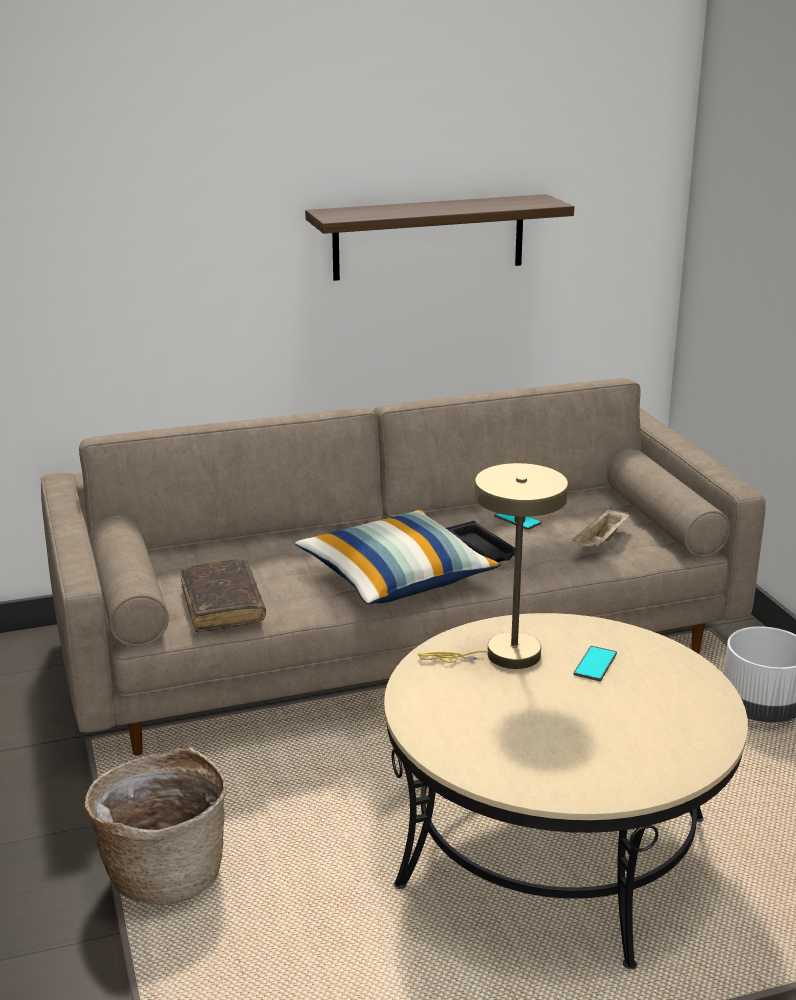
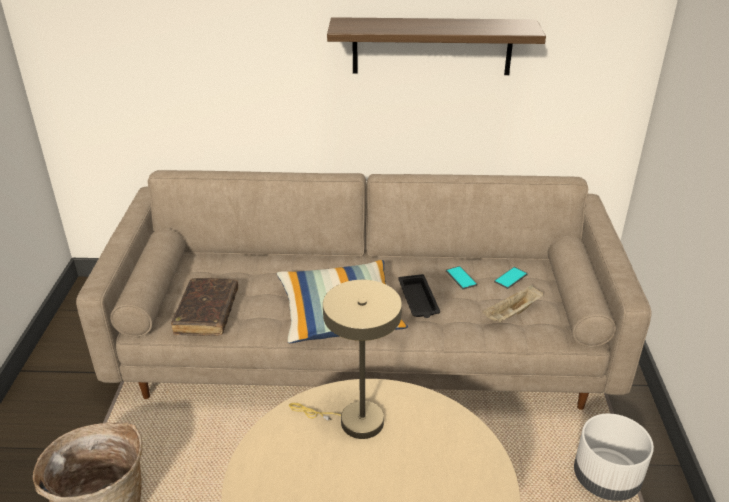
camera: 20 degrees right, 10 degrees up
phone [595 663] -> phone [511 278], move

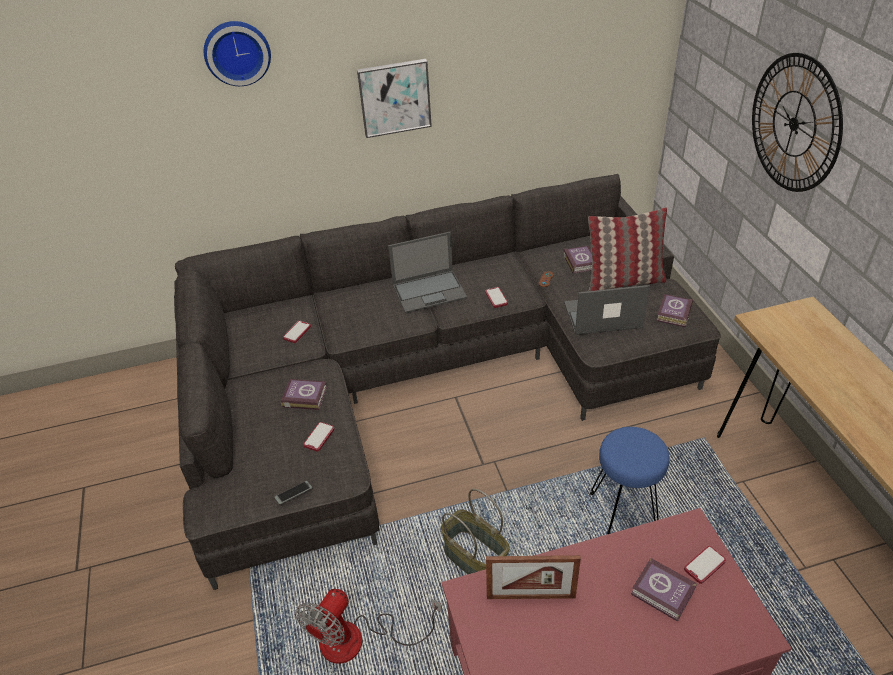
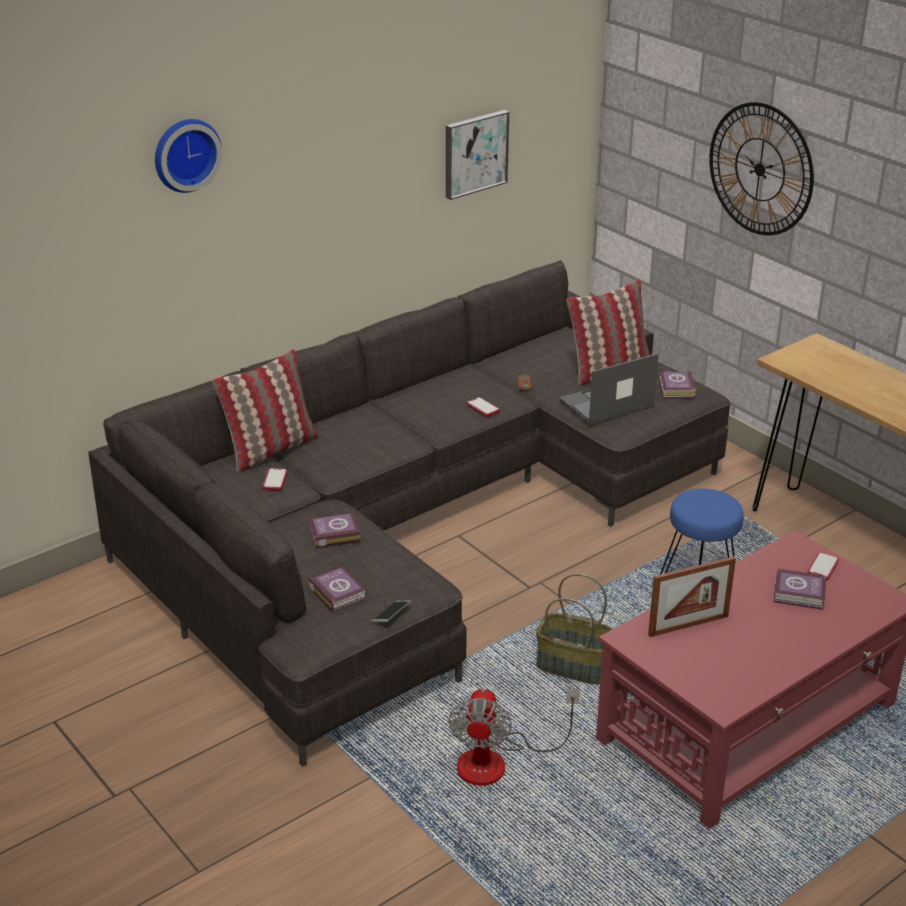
camera: 25 degrees left, 10 degrees down
none -> pillow [265 411]
book [577 260] -> book [337 589], move
picture [394 98] -> picture [477 155], move
phone [319 437] -> none
laptop [427 272] -> none

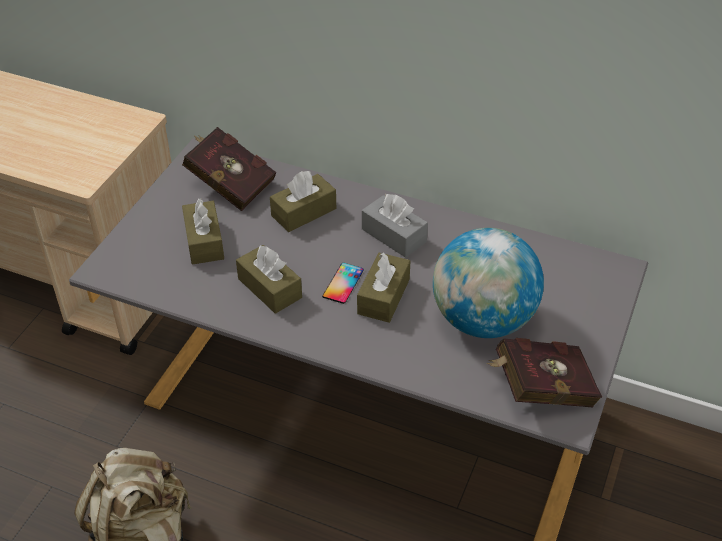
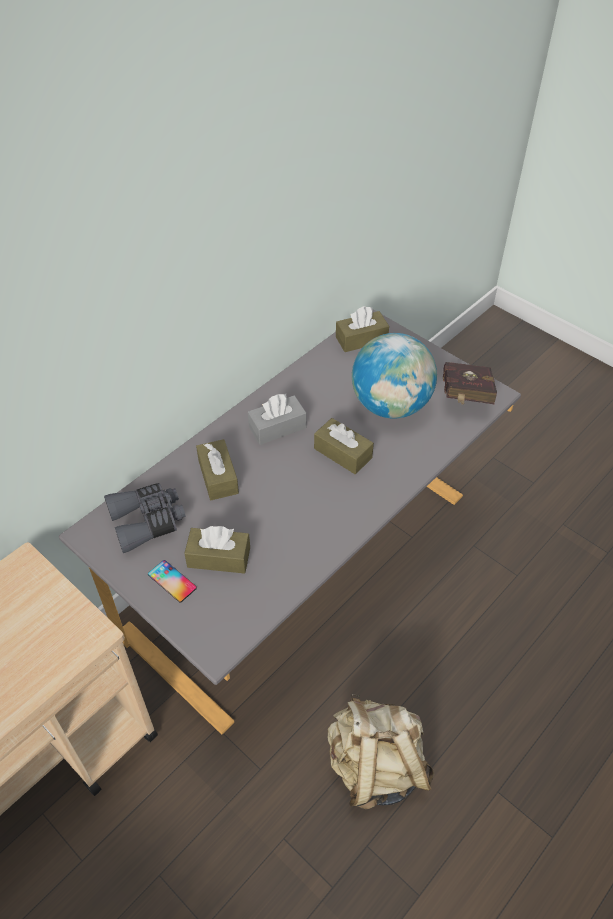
camera: 70 degrees left, 5 degrees up
red book [229 169] -> grey binoculars [145 518]
phone [343 283] -> phone [172 581], move
brown tissue box [269 279] -> brown tissue box [362 329], move

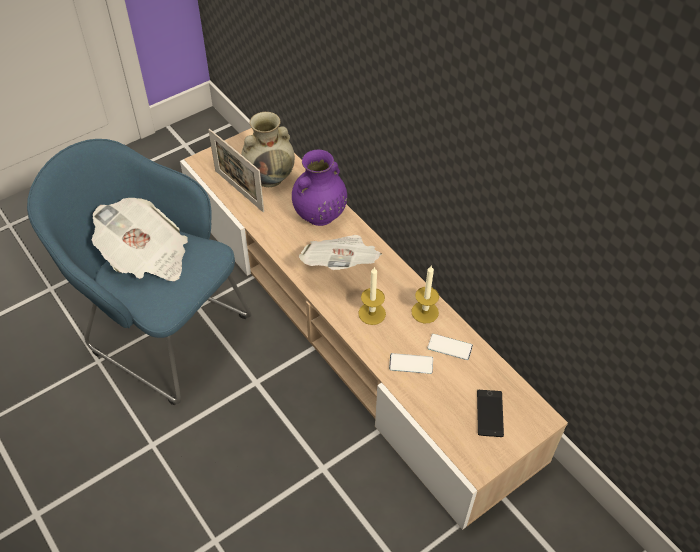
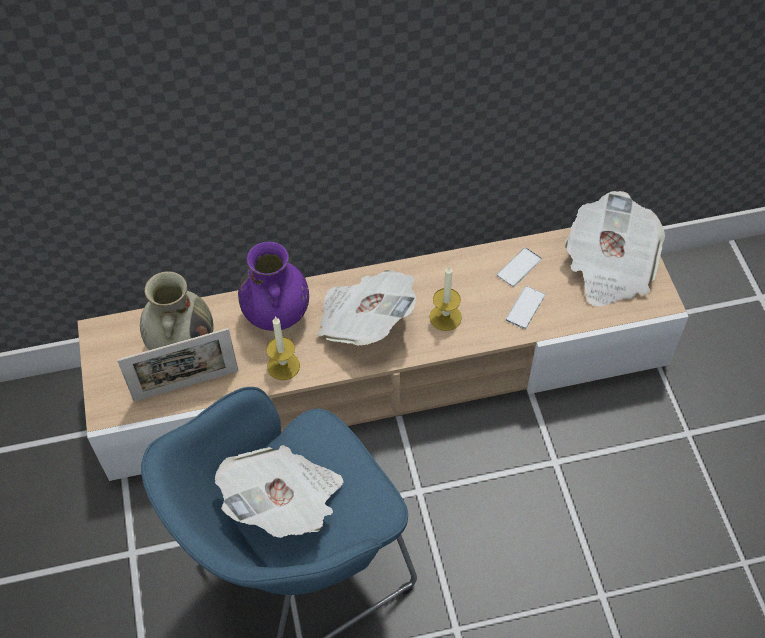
camera: 65 degrees left, 5 degrees up
candle [425 294] -> candle [283 348], move
phone [490 413] -> newspaper [615 248]

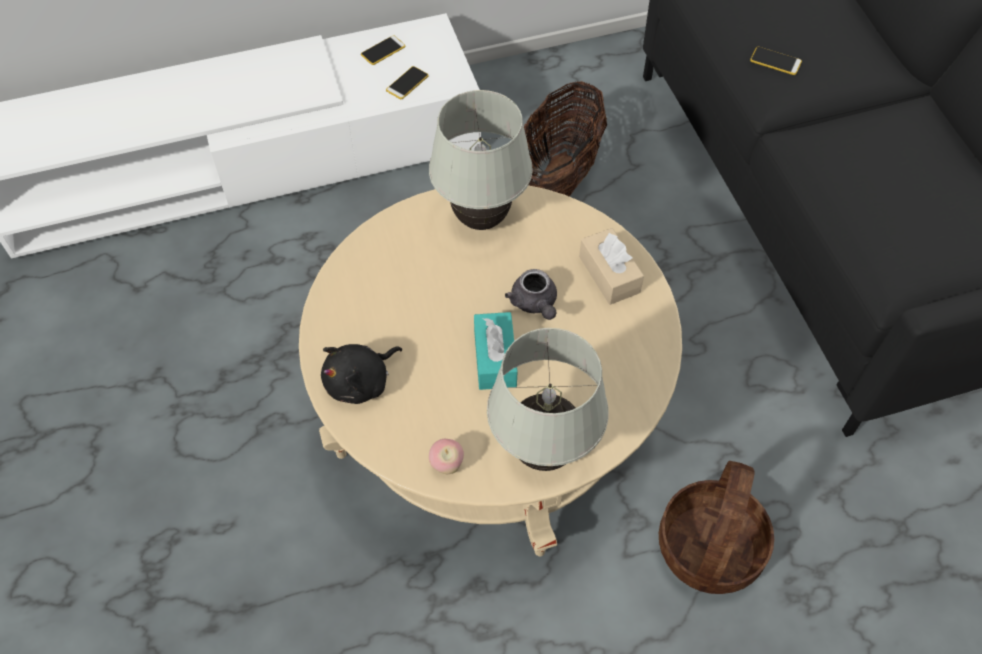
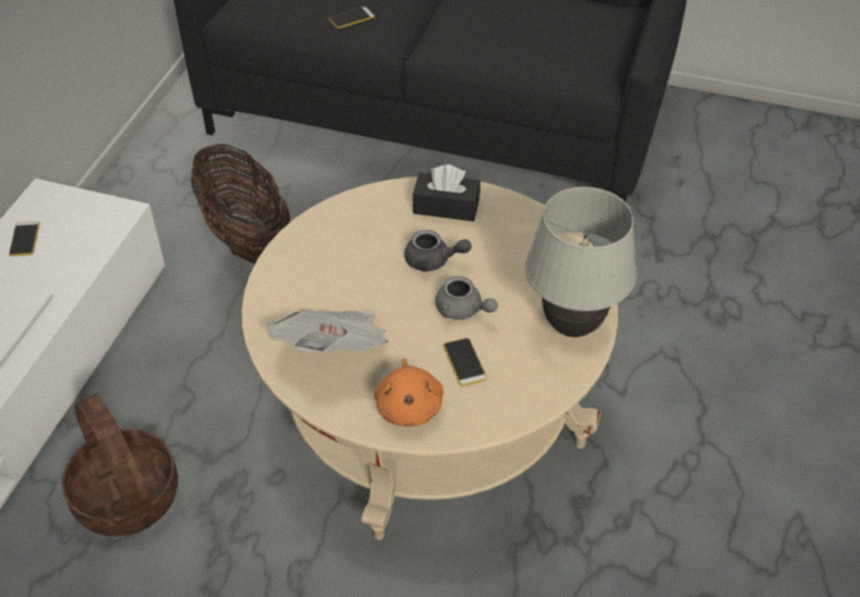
camera: 55 degrees left, 10 degrees down
basket [716 527] -> basket [120 465], move
none -> newspaper [327 330]
black plush toy [361 374] -> orange plush toy [409 392]
beige tissue box [611 266] -> black tissue box [446 192]
turquoise tissue box [496 351] -> grey teapot [466 298]
phone [407 82] -> phone [465 362], move
white table lamp [481 160] -> none
apple [446 456] -> none

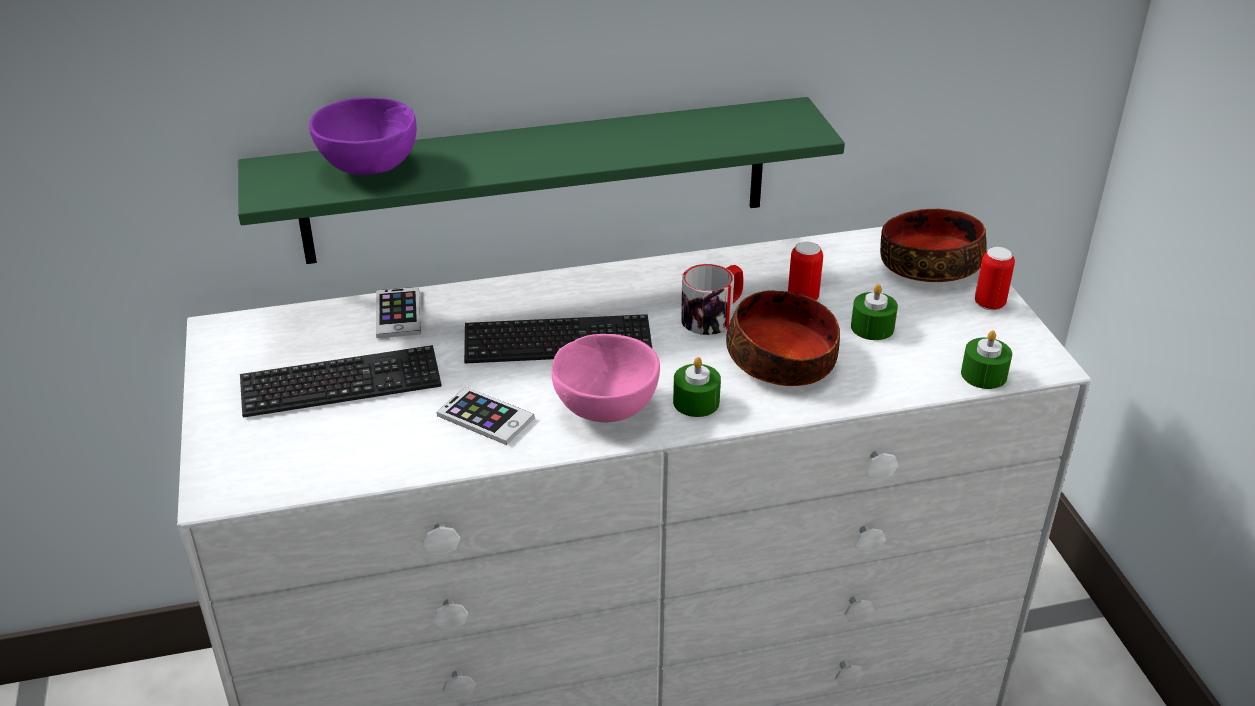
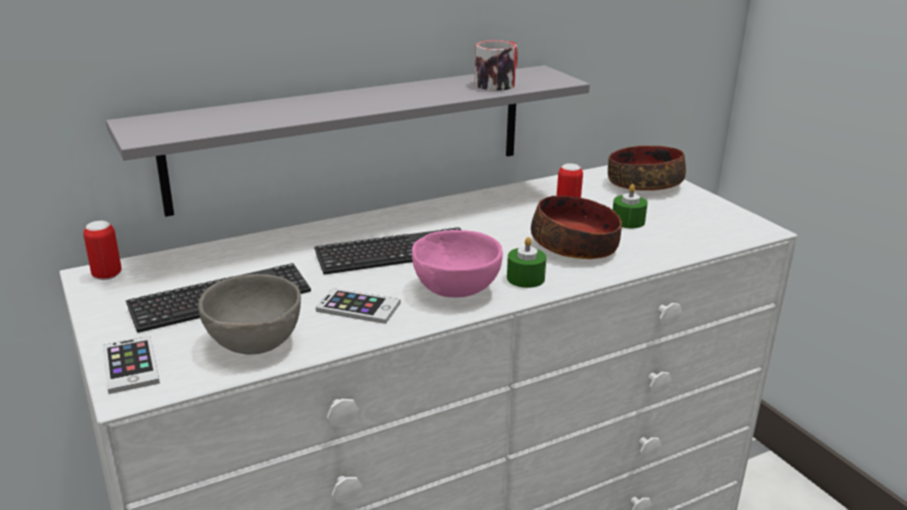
camera: 15 degrees left, 10 degrees down
can [995 278] -> can [102 250], move
phone [398 312] -> phone [131 365], move
green shelf [541 180] -> grey shelf [348 141]
none -> grey bowl [249 314]
mug [712 299] -> mug [496 65], move
purple bowl [363 136] -> none
green candle [986 359] -> none

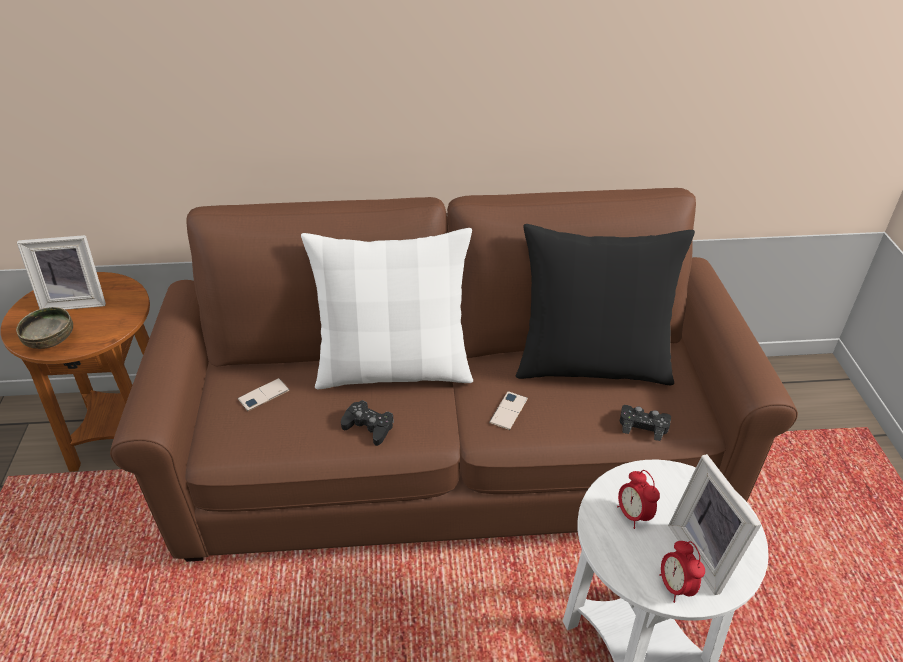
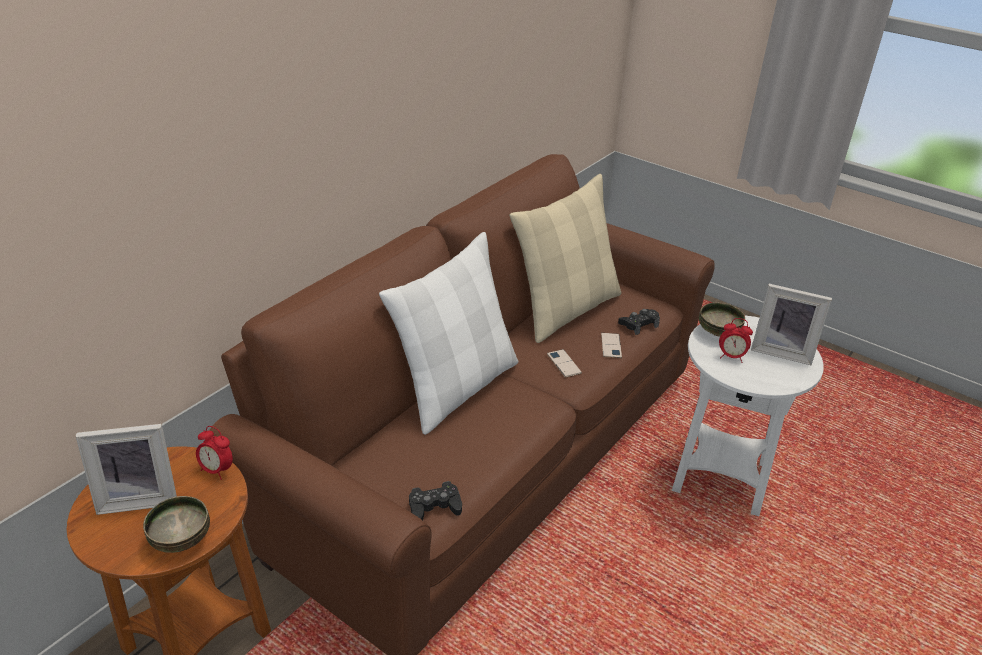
camera: 50 degrees left, 5 degrees down
picture frame [61 272] -> picture frame [126 469], 45 degrees clockwise
alarm clock [682 572] -> alarm clock [214 453], move
black game controller [367 423] -> black game controller [435 500], move
black pillow [605 304] -> beige pillow [565 258]
phone [264 394] -> phone [611 345], move
none -> bowl [722 319]

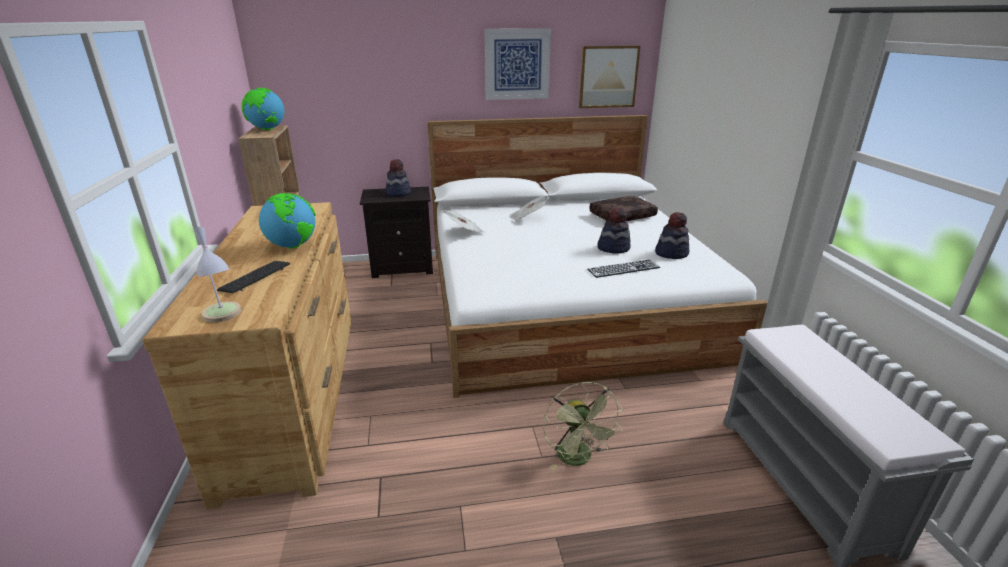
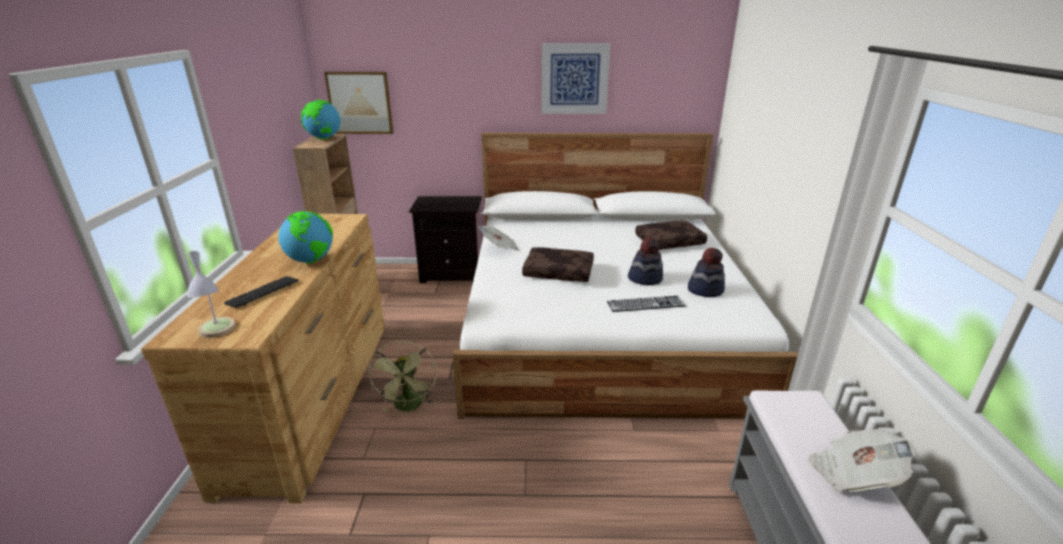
camera: 10 degrees right, 0 degrees up
picture [609 77] -> picture [359 103], move
green fan [583 426] -> green fan [402 376], move
none -> brown pillow [558 264]
newspaper [529 208] -> newspaper [862 460], move
hat [398 178] -> none

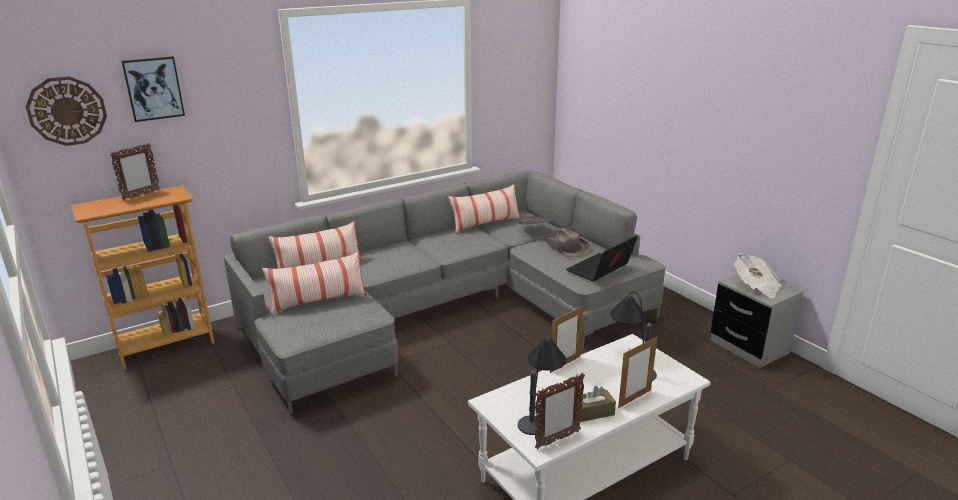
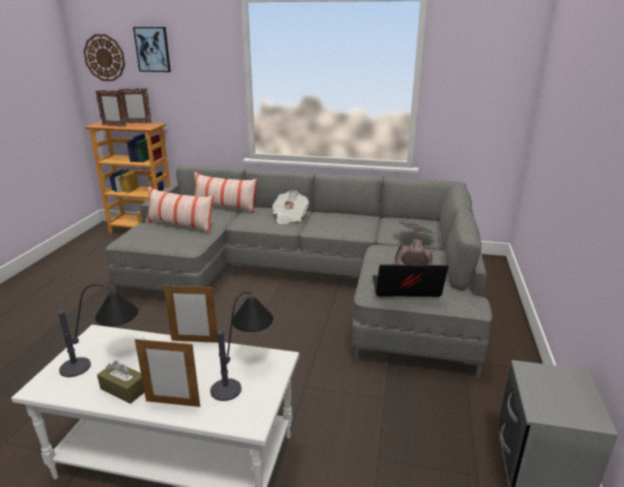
camera: 45 degrees right, 0 degrees up
picture frame [560 411] -> picture frame [110 108], move
newspaper [758 275] -> newspaper [290 207], move
pillow [484 209] -> none

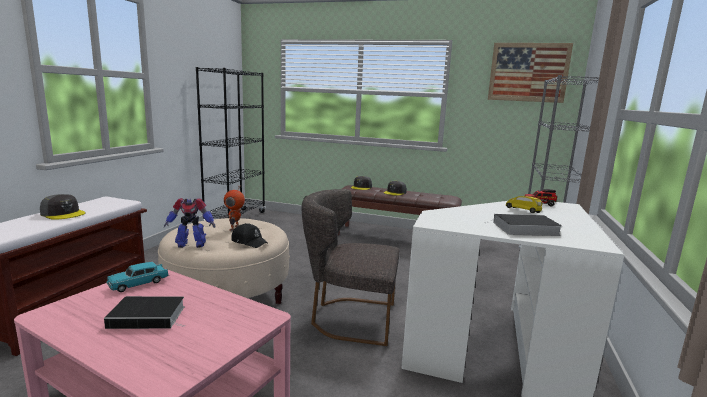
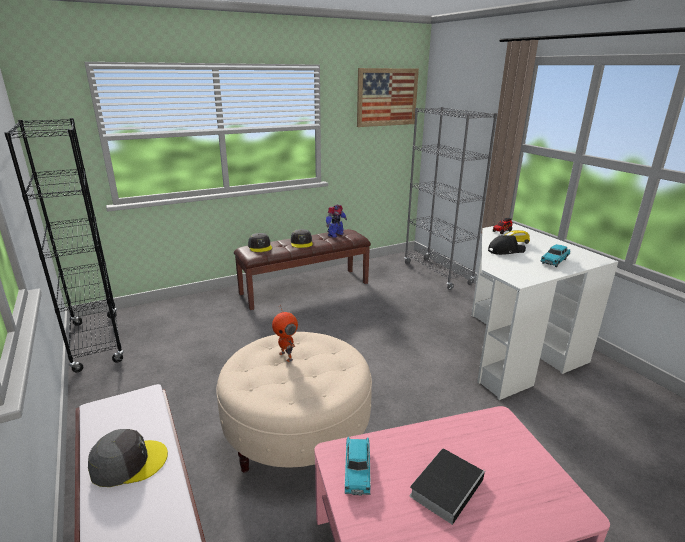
camera: 45 degrees left, 10 degrees up
toy robot [189 223] -> toy robot [336 221], move
black cap [249 235] -> black cap [507 245], move
book [524 225] -> turquoise toy car [555 255]
grey chair [351 267] -> none

